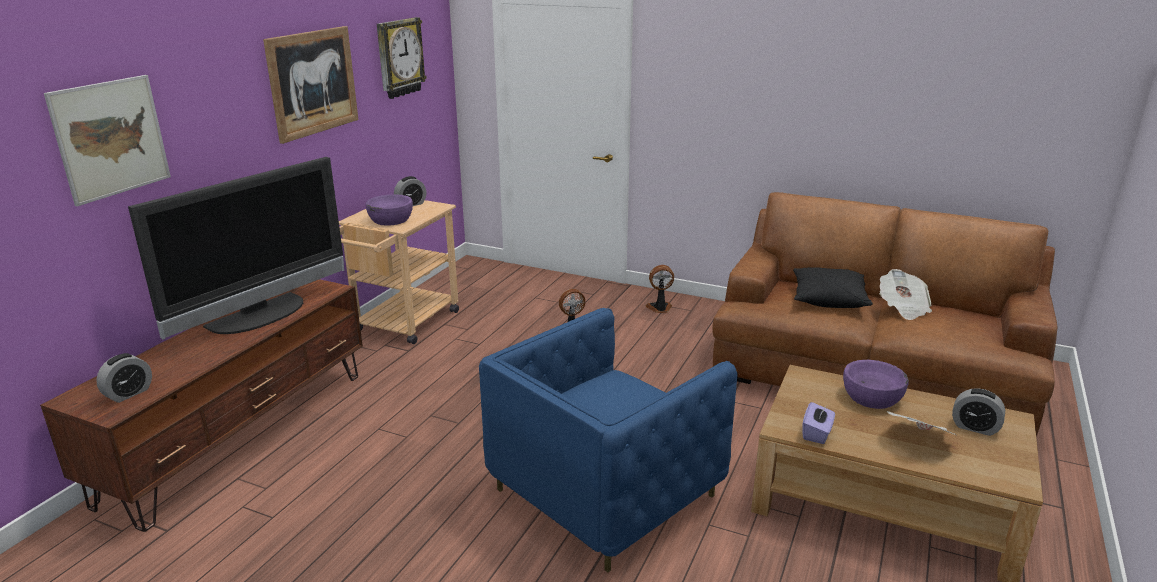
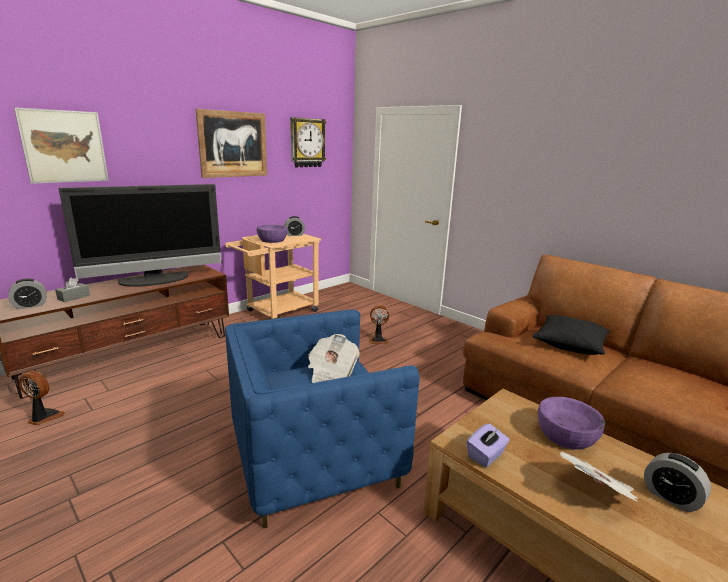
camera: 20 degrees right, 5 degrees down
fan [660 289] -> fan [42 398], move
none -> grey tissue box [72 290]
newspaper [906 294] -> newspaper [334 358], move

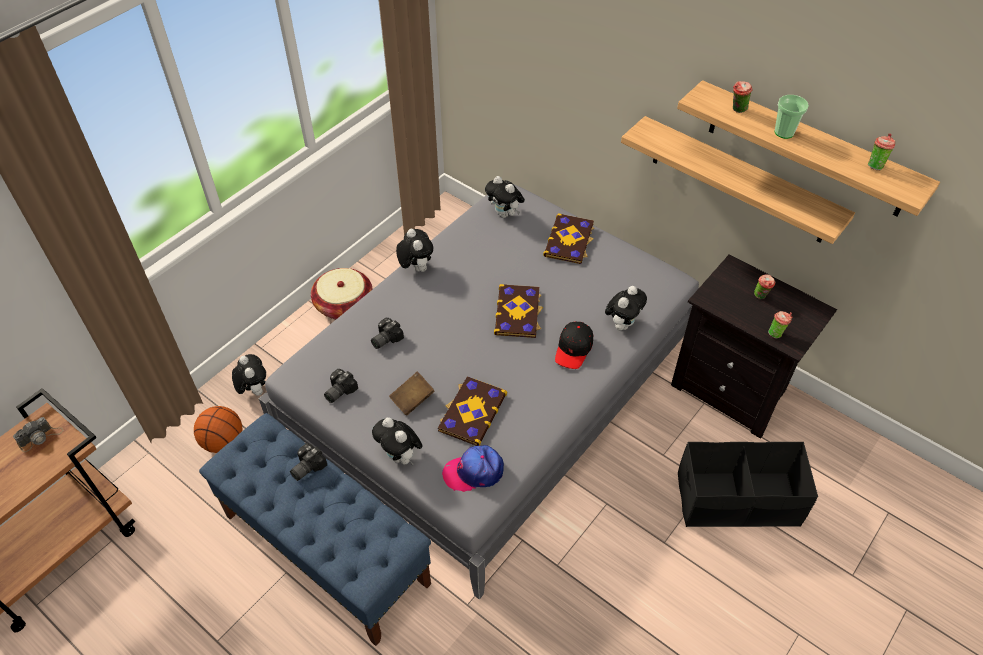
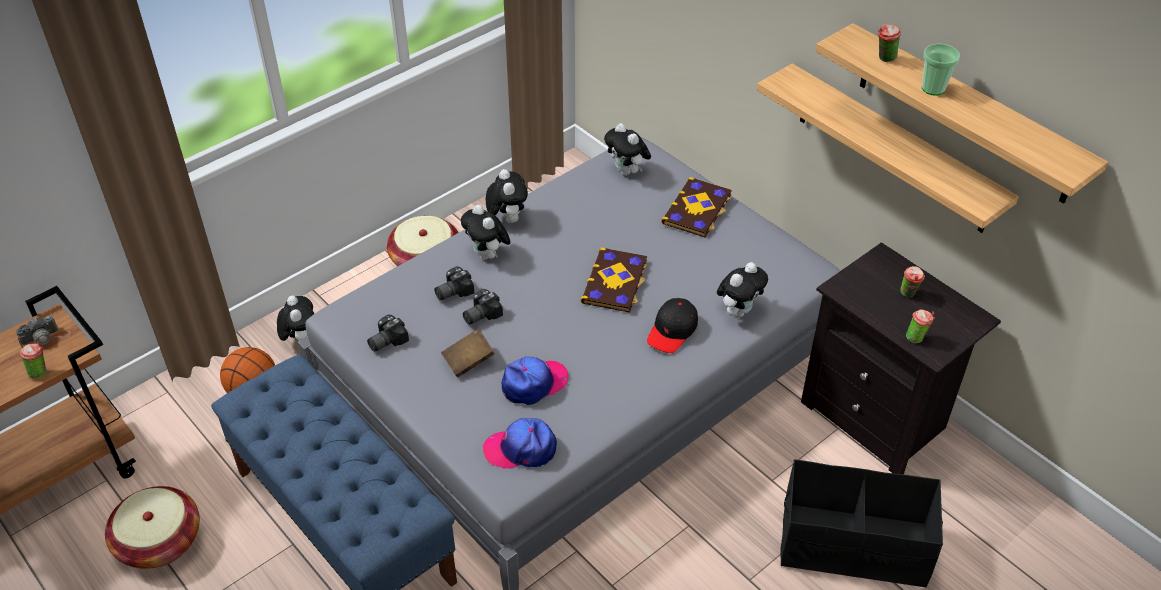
camera: 10 degrees right, 5 degrees down
cup [881 151] -> cup [33 360], move
none -> basket [152 527]
plush toy [397 441] -> plush toy [486 232], move
photo camera [308 462] -> photo camera [483 307], move
book [472 411] -> cap [535 380]

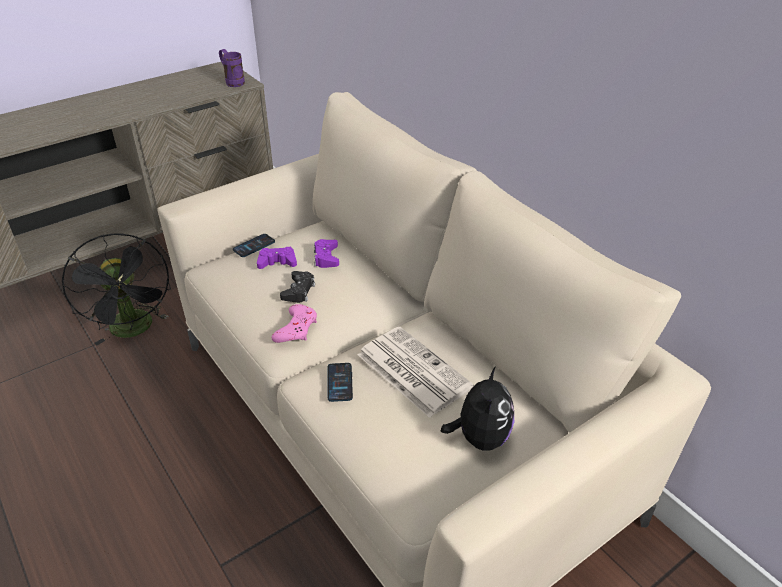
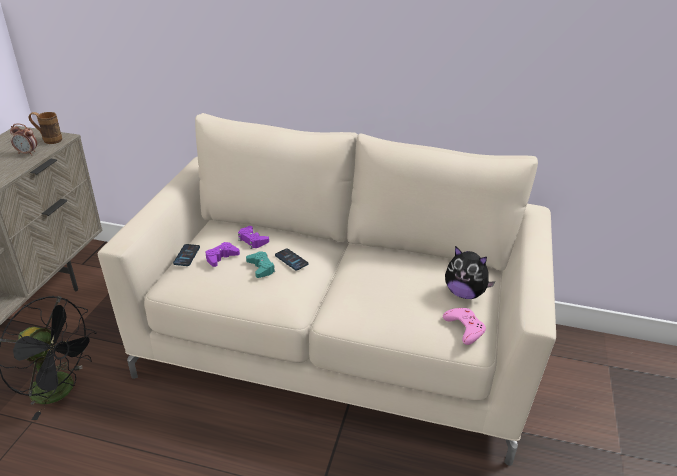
camera: 40 degrees left, 5 degrees down
none -> alarm clock [23 139]
purple mug [232 68] -> brown mug [45 128]
black game controller [297 287] -> turquoise game controller [260 264]
phone [340 382] -> phone [291 259], move
pink game controller [294 323] -> pink game controller [464 326], move
plush toy [477 408] -> plush toy [470 272], 150 degrees clockwise
newspaper [416 372] -> none

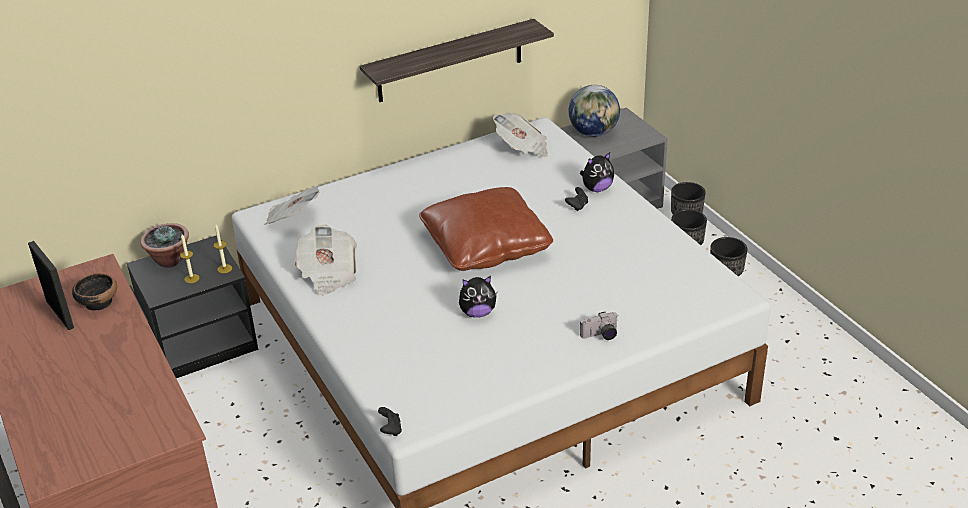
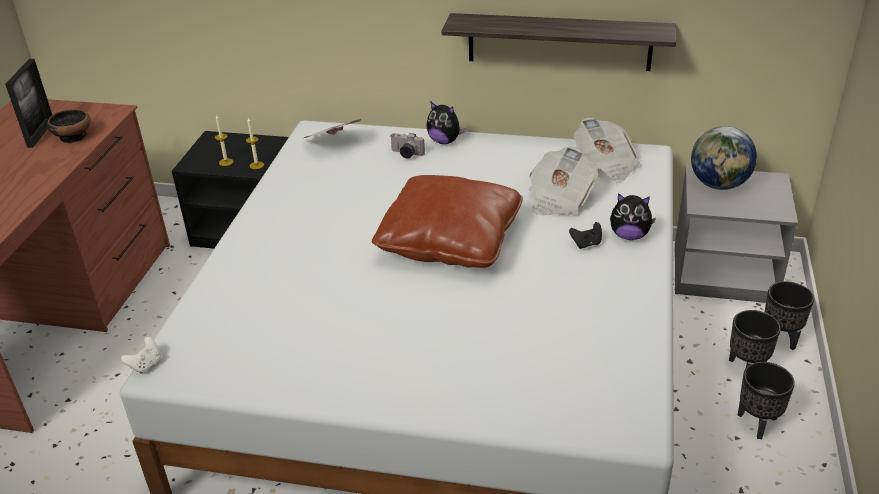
camera: 40 degrees right, 0 degrees up
black game controller [390 421] -> white game controller [141 355]
photo camera [599 326] -> photo camera [408 146], move
plush toy [478 297] -> plush toy [446 122], move
newspaper [326 260] -> newspaper [563 181], move
potted plant [164 245] -> none

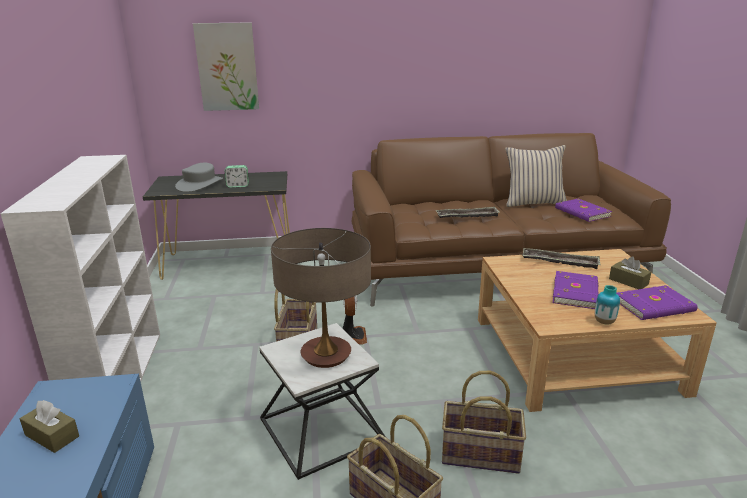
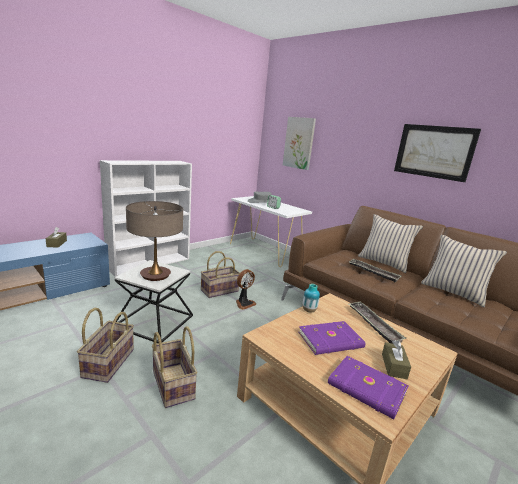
camera: 50 degrees right, 5 degrees down
black console table [216 225] -> white console table [271 231]
vase [607 305] -> vase [311 298], move
none -> beige pillow [390 243]
none -> picture [437 153]
purple book [583 210] -> none

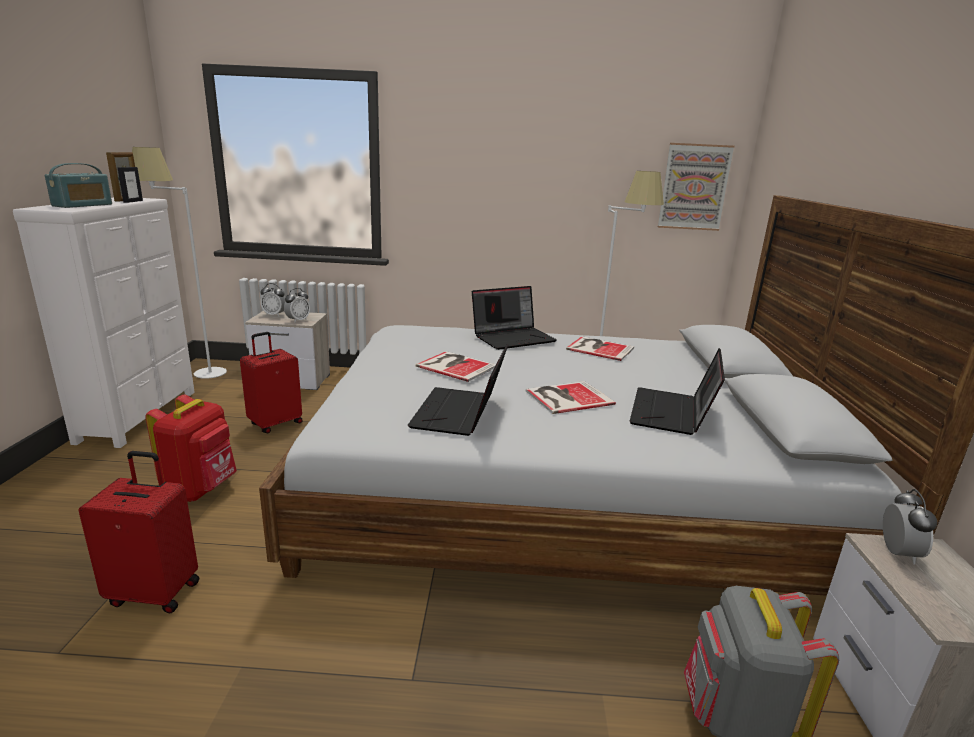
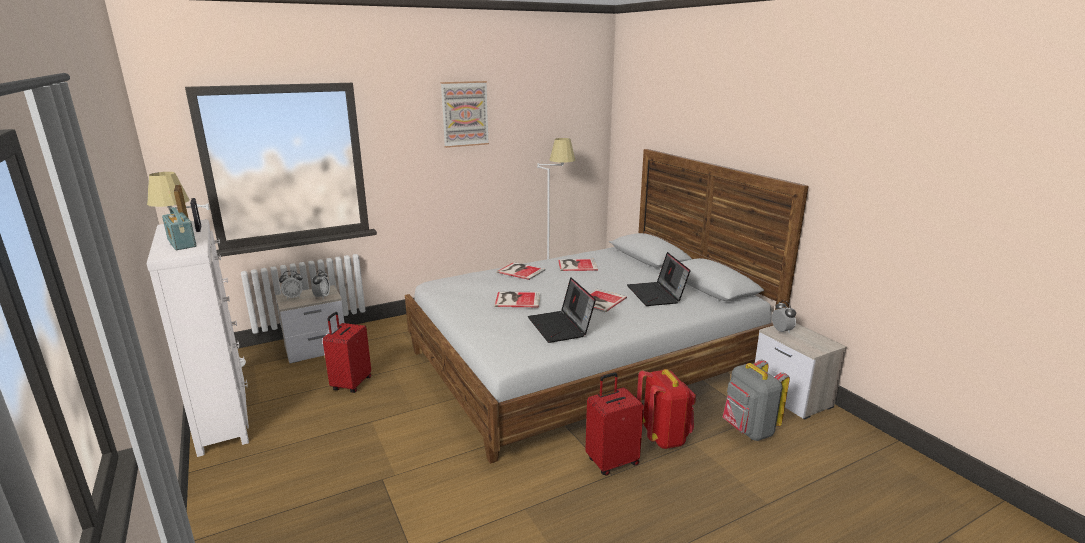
camera: 30 degrees left, 0 degrees up
radio [78 185] -> radio [179 228], 150 degrees clockwise
picture [696 187] -> picture [465 114], move
laptop [514 318] -> book [521 271]
red suitcase [139 532] -> red suitcase [614 424], move
red backpack [191 448] -> red backpack [666 409], move

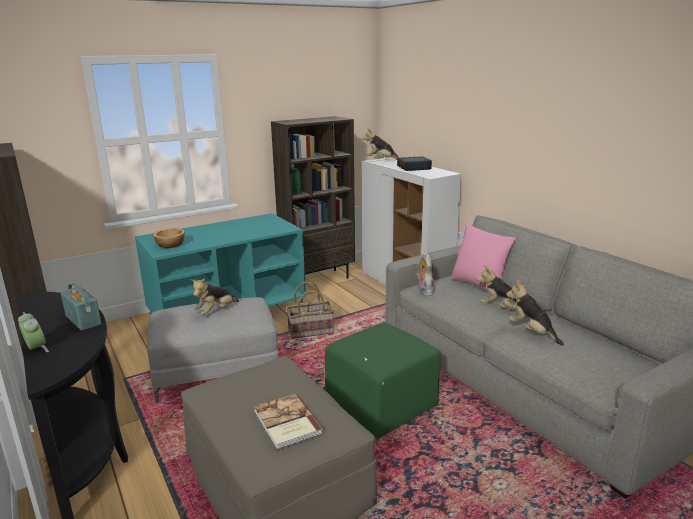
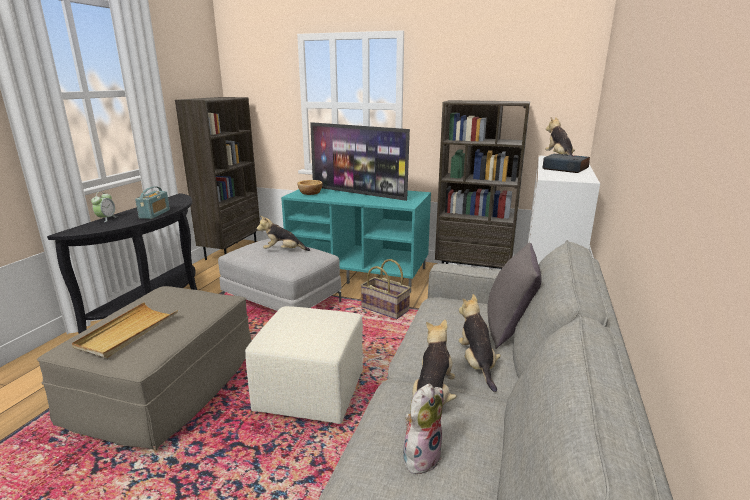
camera: 50 degrees right, 0 degrees up
book [288 421] -> beige tray [125 330]
green ottoman [382 380] -> beige ottoman [304 365]
none -> television [360 161]
plush toy [425 274] -> plush toy [423 429], move
pink pillow [483 257] -> grey pillow [514 296]

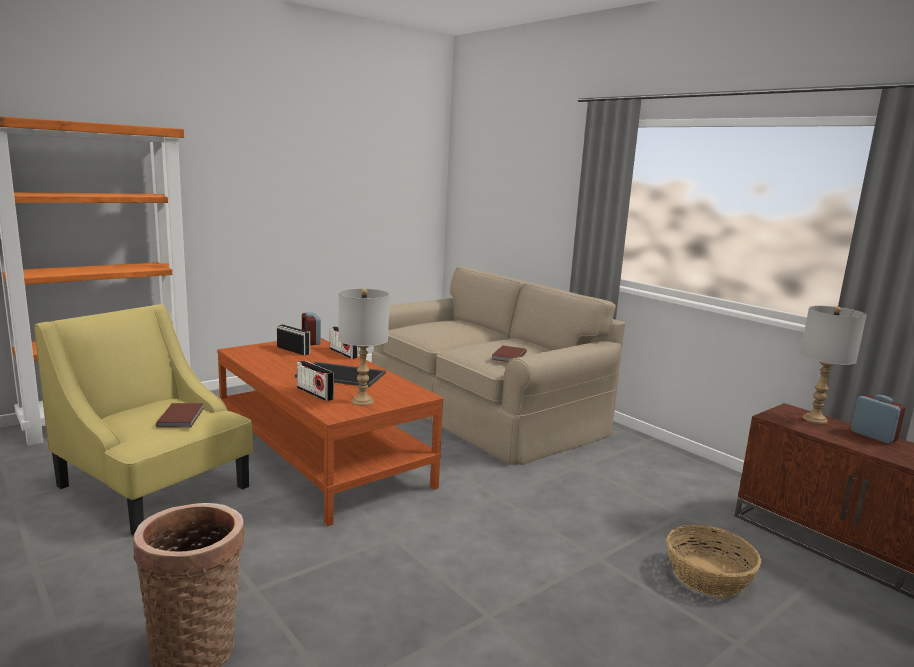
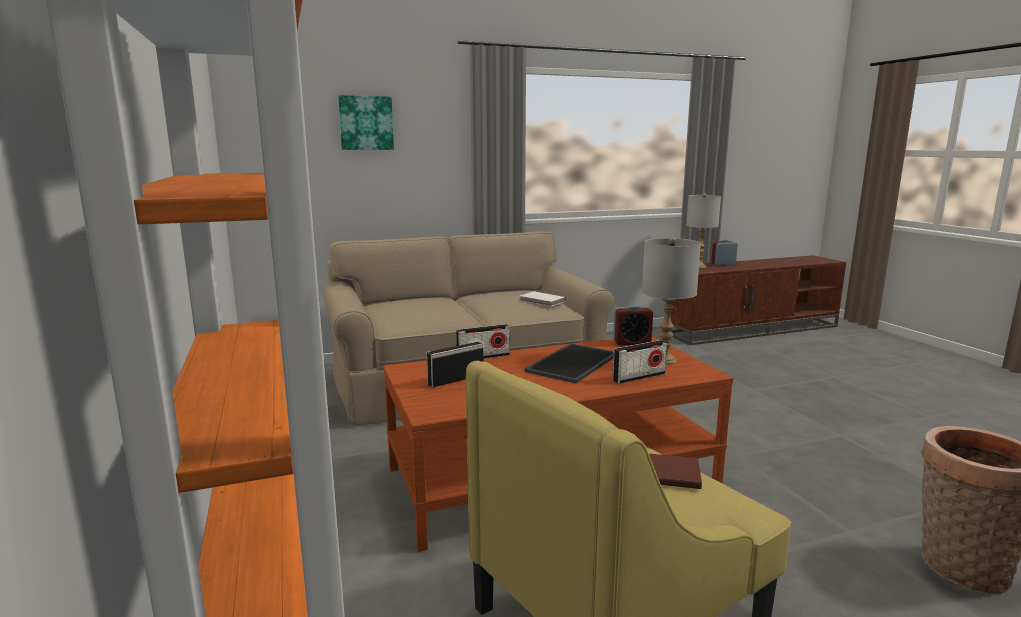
camera: 70 degrees left, 0 degrees up
none -> picture [366 122]
brown book [509 353] -> white book [543 299]
alarm clock [311 328] -> alarm clock [633 325], move
basket [714 561] -> none

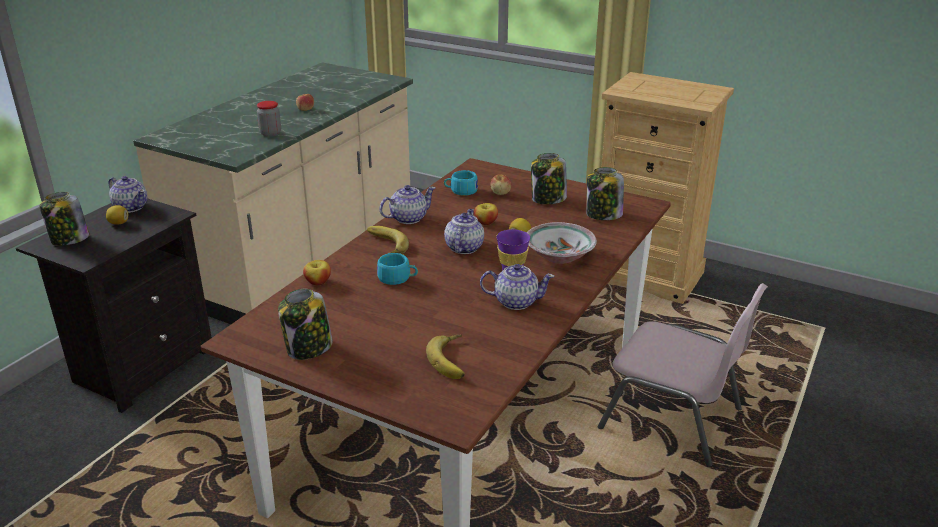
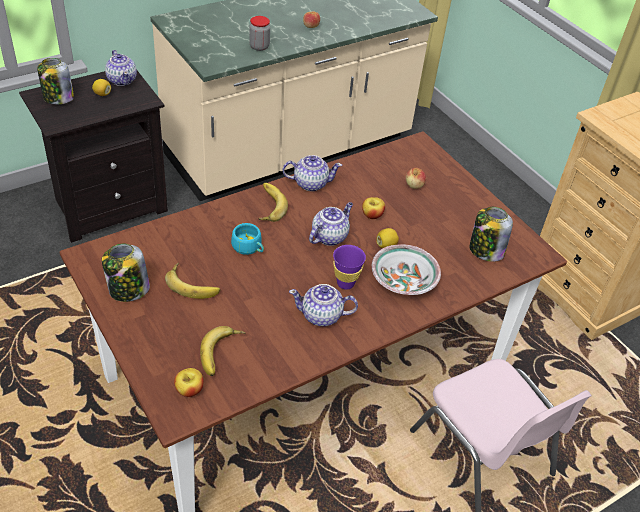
camera: 25 degrees right, 15 degrees up
none -> banana [192 280]
apple [317 272] -> apple [189 382], move
teapot [517 287] -> teapot [323 305], 150 degrees clockwise
turquoise cup [461 183] -> none
jar [549 178] -> none

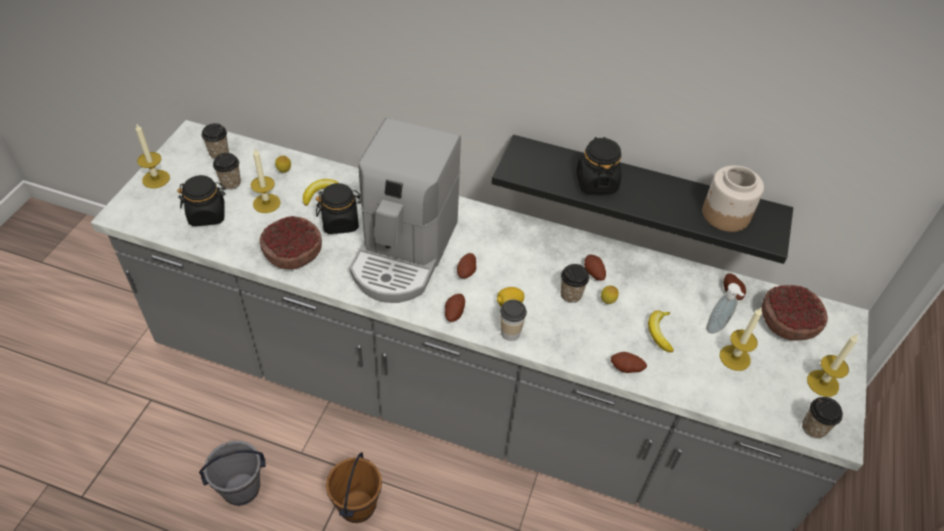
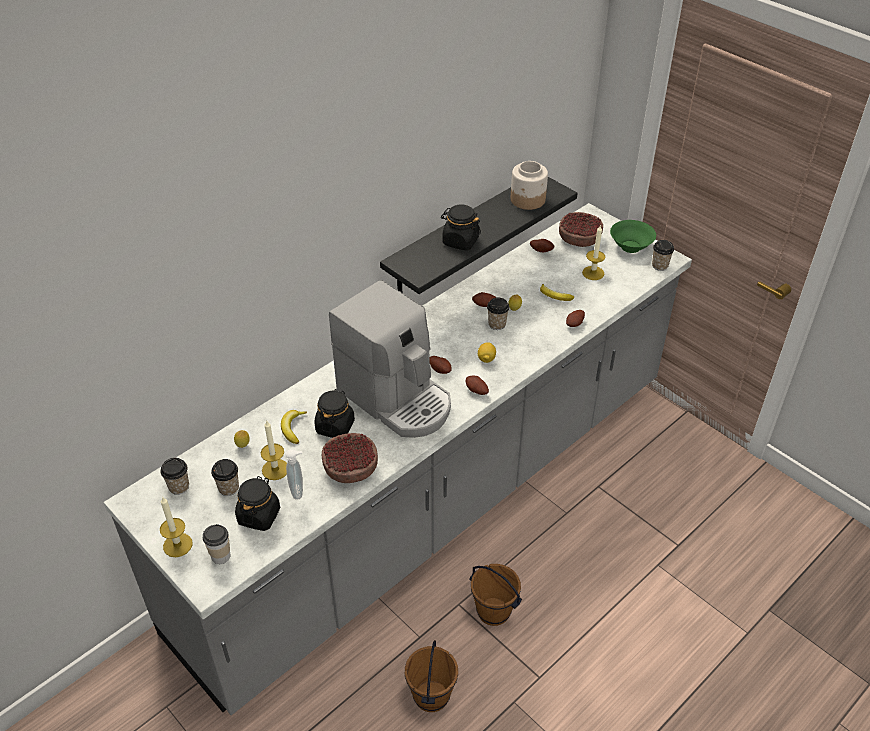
camera: 60 degrees left, 5 degrees down
cup [513 320] -> cup [217 544], move
soap dispenser [725 308] -> soap dispenser [294 474], move
grey bucket [232 473] -> brown bucket [431 676]
candle [832 365] -> green bowl [633 236]

